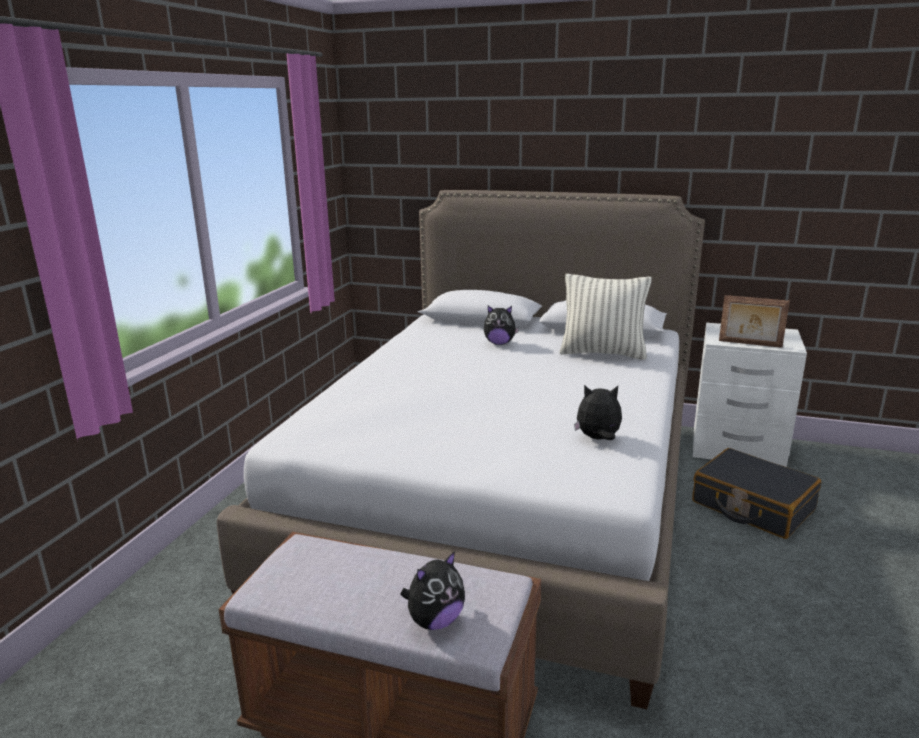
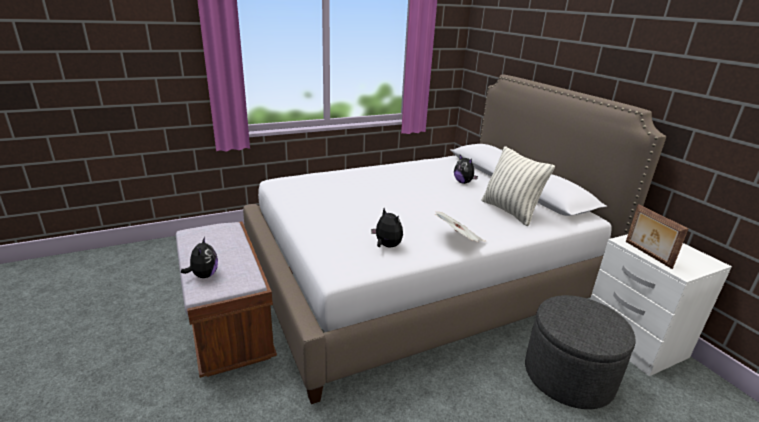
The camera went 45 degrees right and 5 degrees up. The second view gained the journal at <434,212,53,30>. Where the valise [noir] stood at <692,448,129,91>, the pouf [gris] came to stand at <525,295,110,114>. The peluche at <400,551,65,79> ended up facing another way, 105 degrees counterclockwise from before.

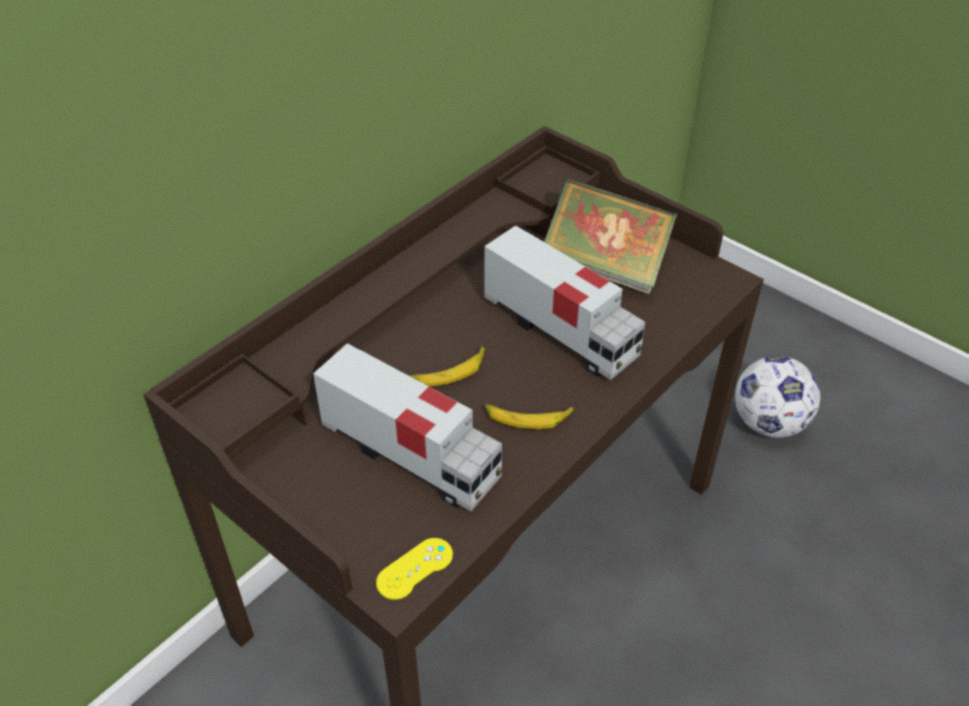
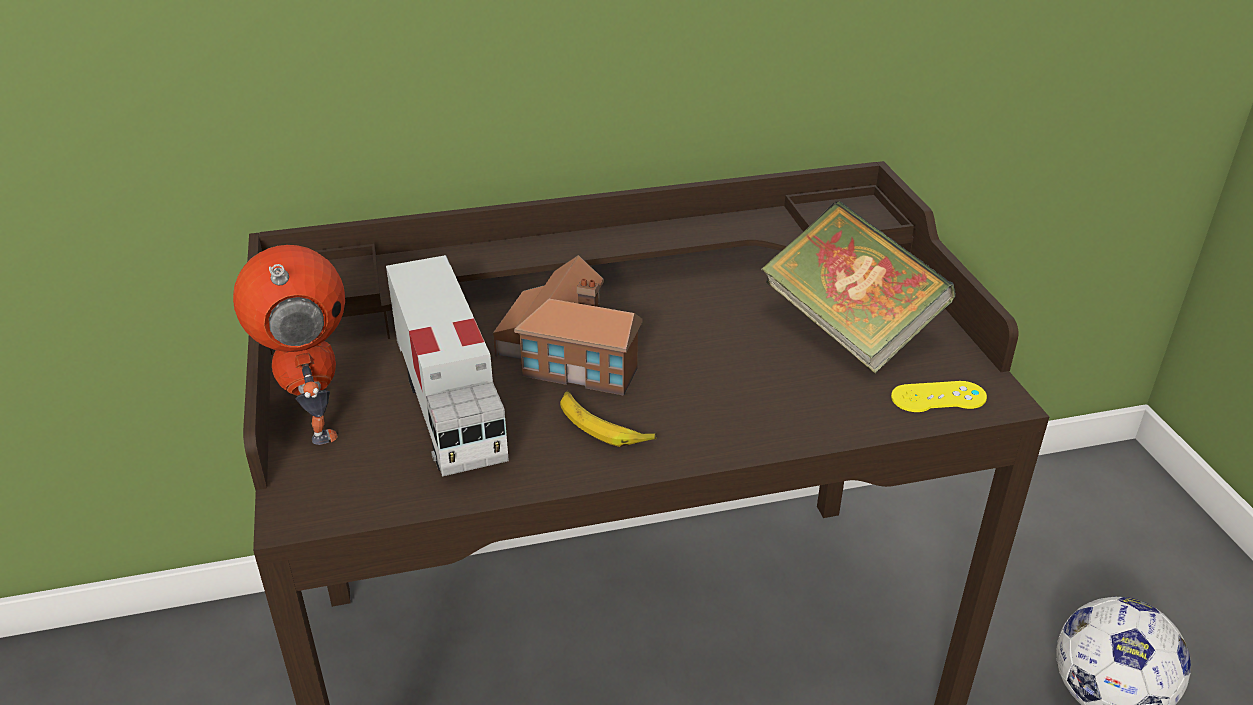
The camera went 35 degrees right and 10 degrees down. The second view lost the camion jouet at <484,226,161,154>. The second view gained the robot jouet at <233,245,112,200>. The manette [jaune] ended up elsewhere, having gone from <376,538,77,62> to <891,381,96,31>. Where the banane stood at <410,346,75,40>, the maison miniature came to stand at <493,255,149,141>.

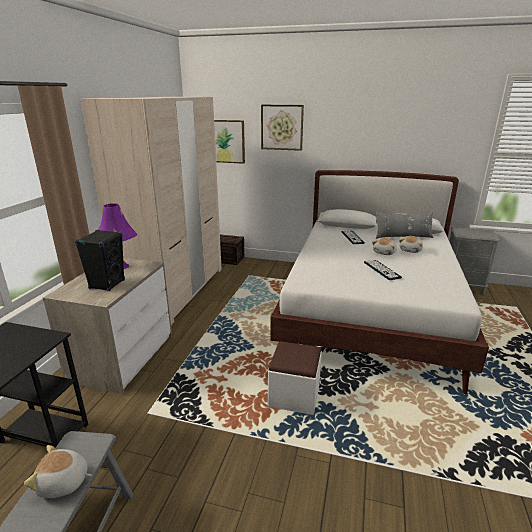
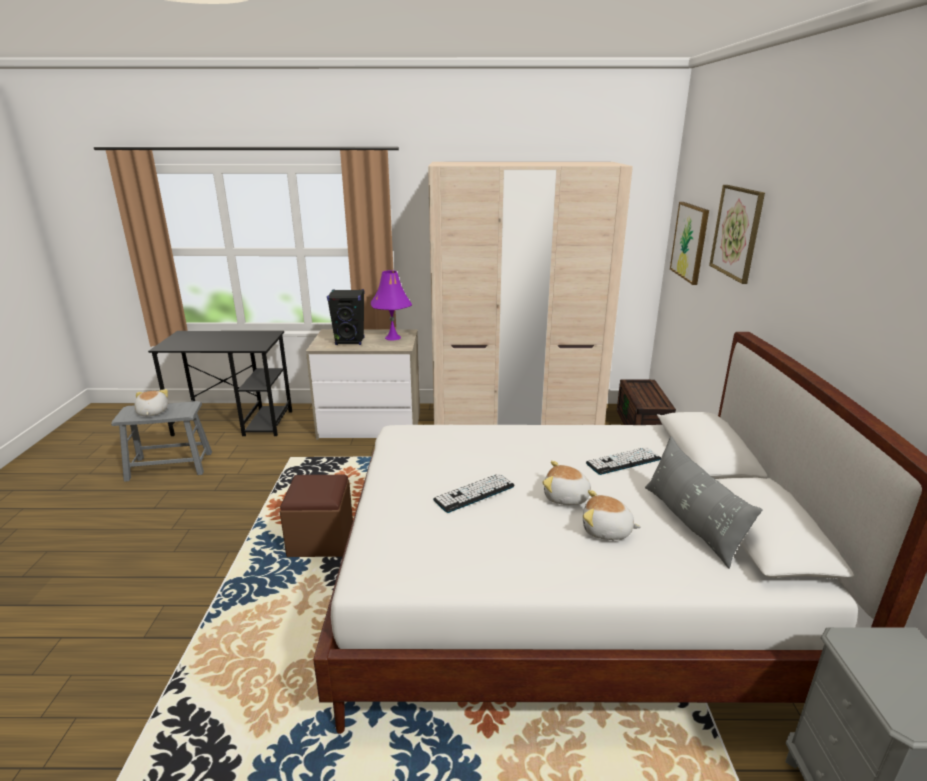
The camera went 75 degrees right and 0 degrees up. What was the pouf [blanc] at <268,341,54,74> turned into the pouf [marron] at <280,475,73,82>.

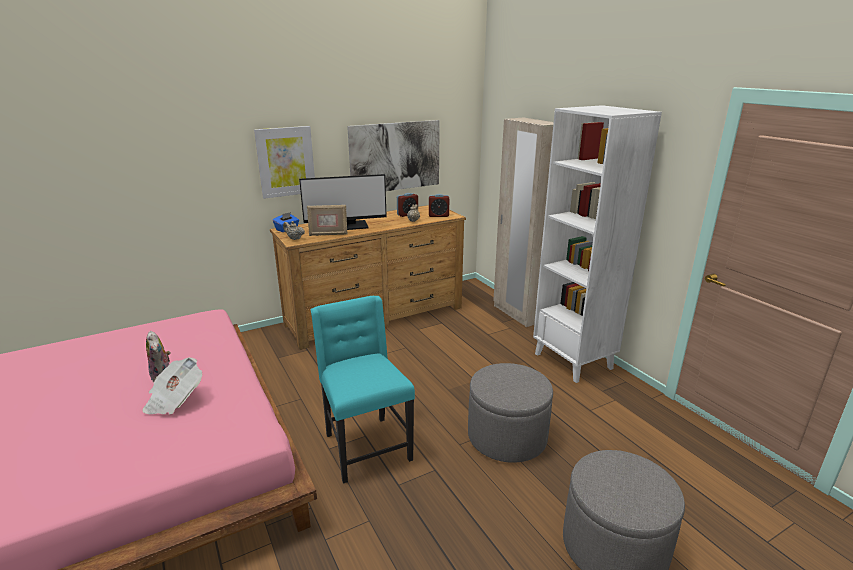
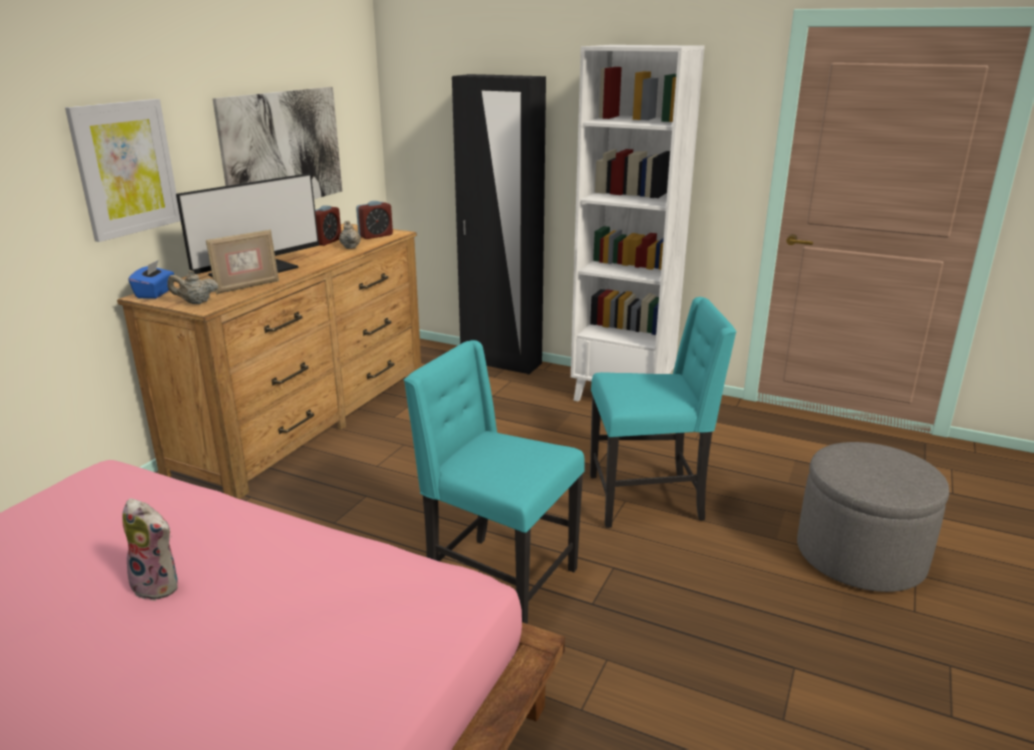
The camera went 35 degrees left and 0 degrees up. The second view lost the journal at <142,357,60,57>. Where the pouf [gris] stood at <468,363,85,100>, the chaise [turquoise] came to stand at <590,297,147,231>. What was the armoire [beige] at <493,118,61,209> turned into the armoire [noir] at <452,74,94,300>.

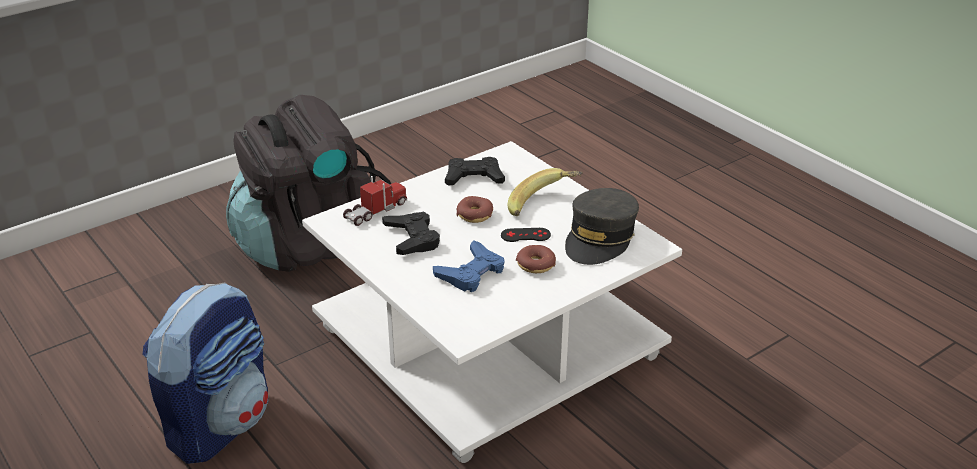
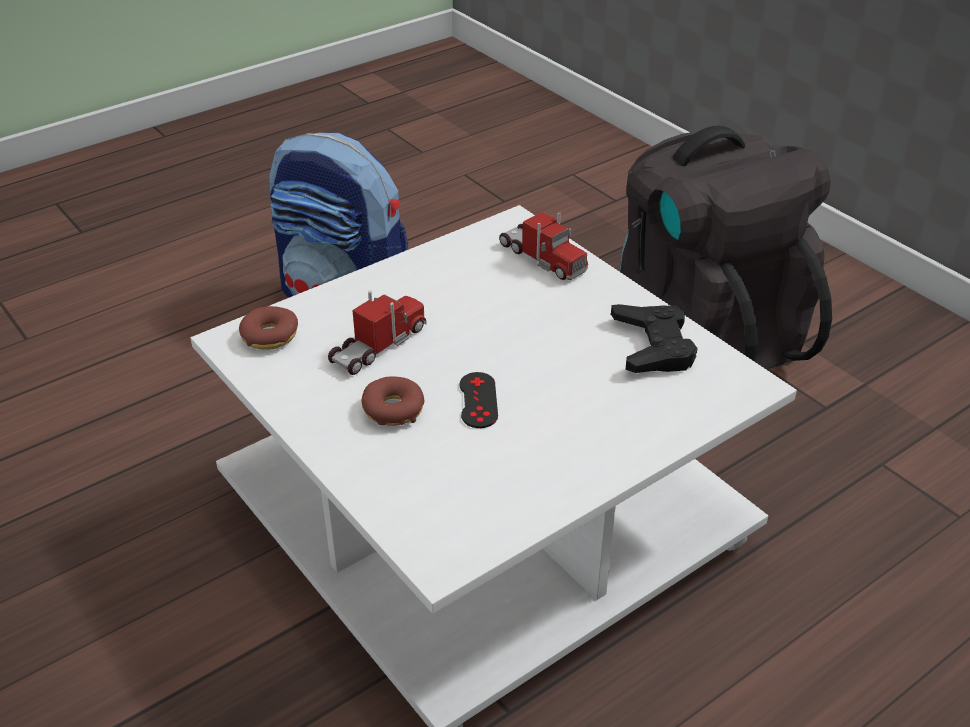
The camera went 90 degrees right and 5 degrees up. The second view lost the manette [noir] at <382,212,58,43>. The second view lost the banane at <508,168,75,48>. The second view lost the casquette [gris] at <565,188,74,77>. The beignet ended up elsewhere, having gone from <456,196,37,27> to <239,306,59,44>. Where the manette [bleu] stood at <433,240,72,52>, the camion jouet came to stand at <328,290,99,85>.

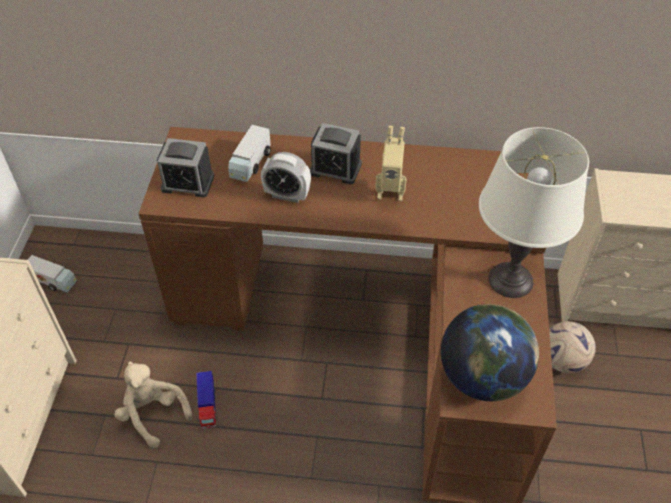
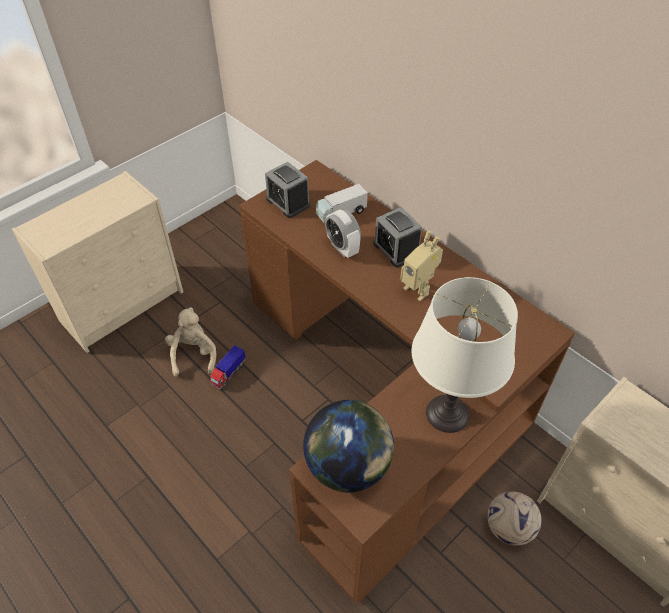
The camera went 40 degrees right and 0 degrees up. The second view lost the camion jouet at <28,255,49,38>.

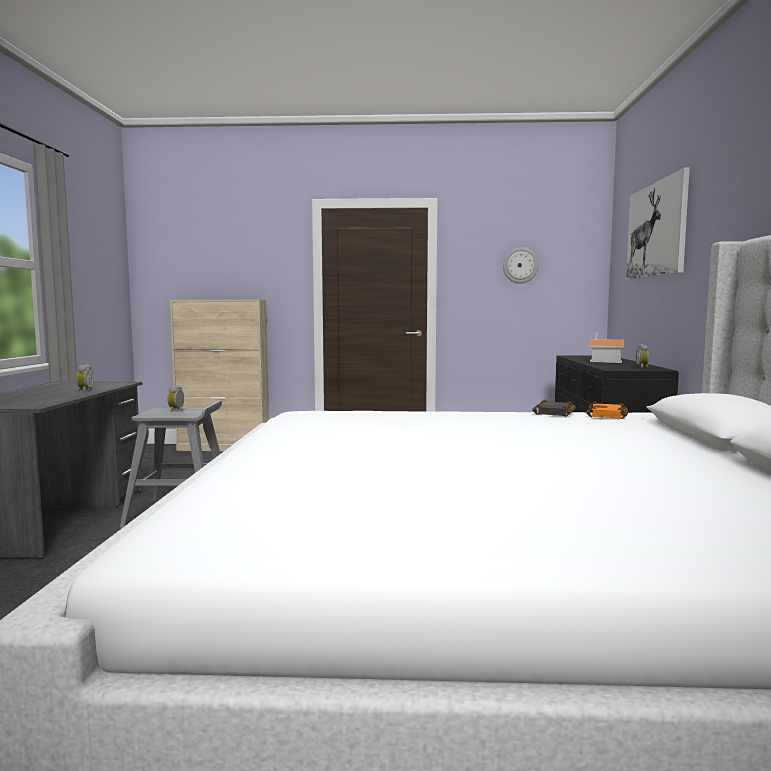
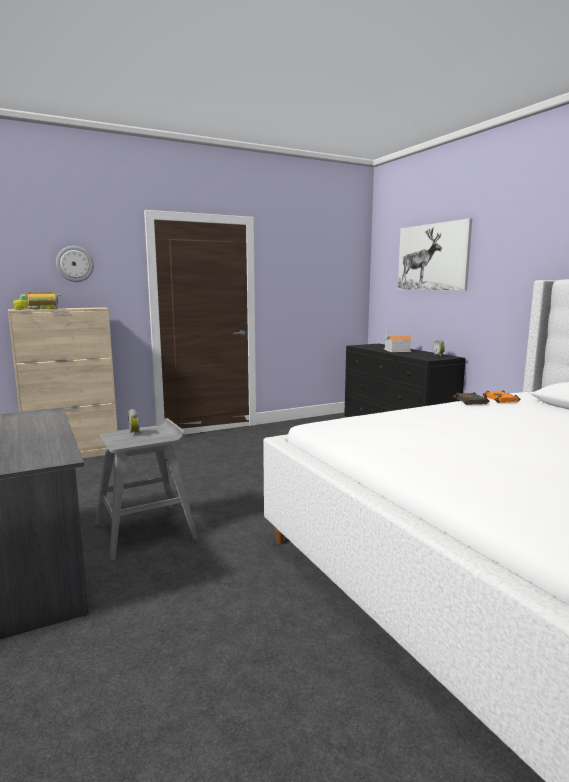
The camera went 30 degrees left and 5 degrees up. The second view lost the réveil at <76,364,18,28>. The second view gained the camion jouet at <13,292,48,18>. The horloge murale ended up elsewhere, having gone from <503,247,36,37> to <56,246,38,36>.

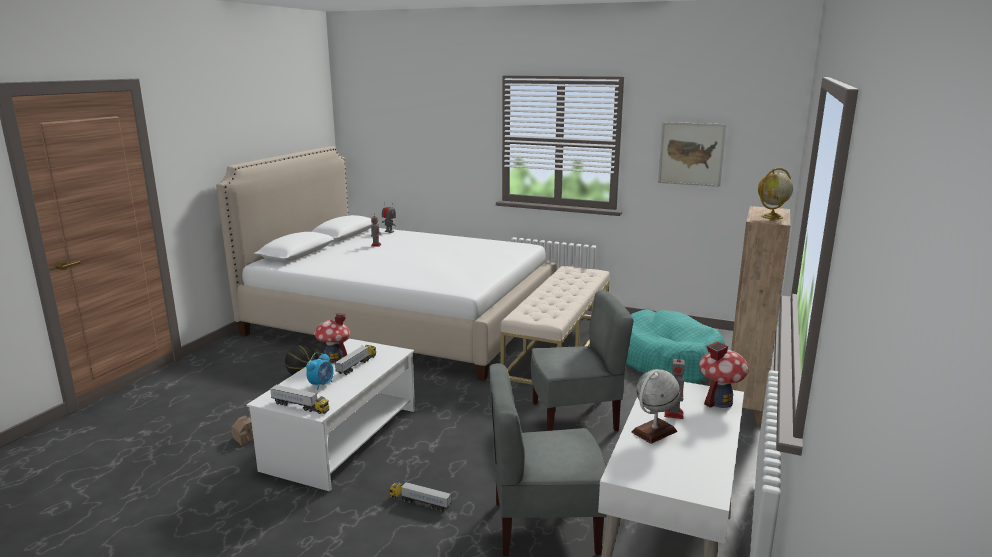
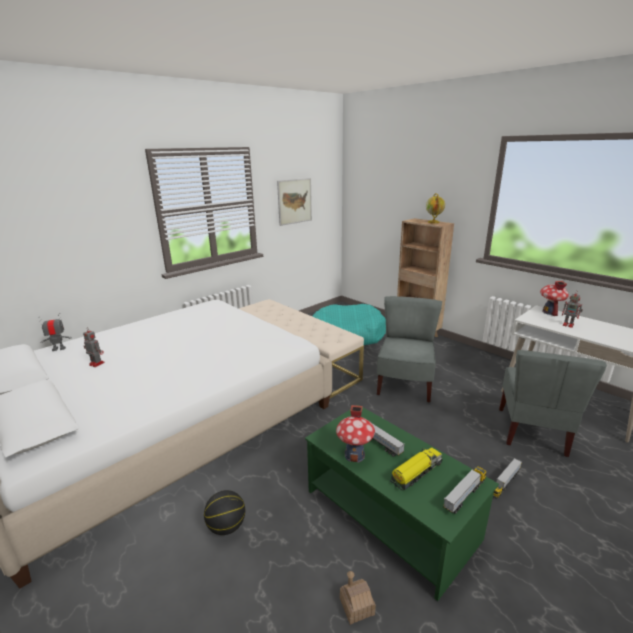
The camera went 65 degrees left and 5 degrees up. The second view lost the globe at <631,369,49,75>. Where the réveil stood at <306,352,28,38>, the camion jouet came to stand at <390,447,52,44>. What was the table basse [blanc] at <247,339,168,152> turned into the table basse [vert] at <305,405,194,196>.

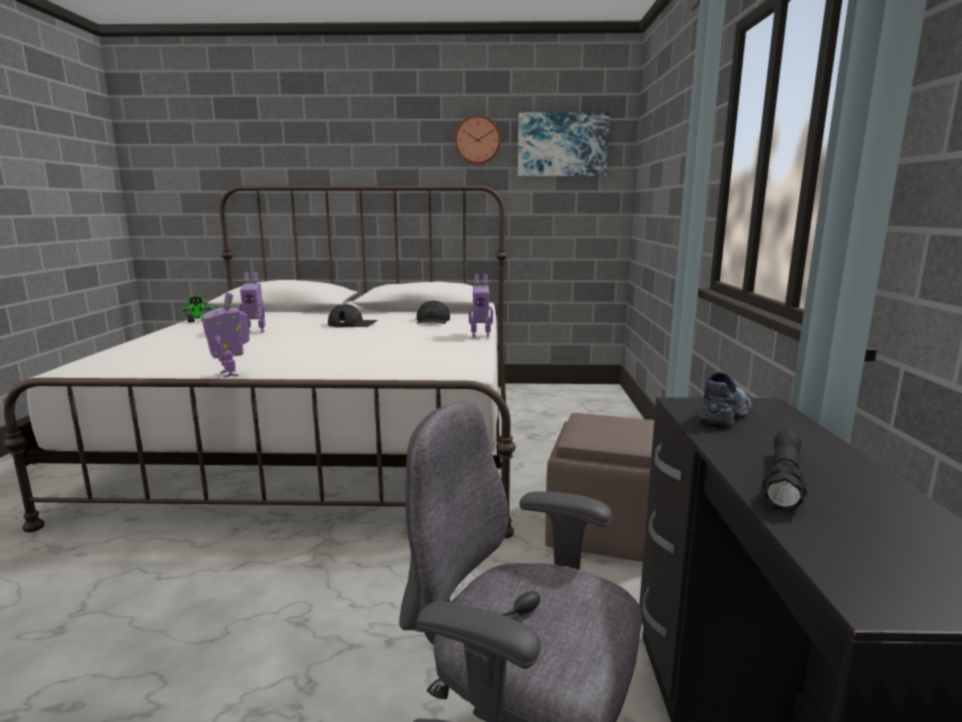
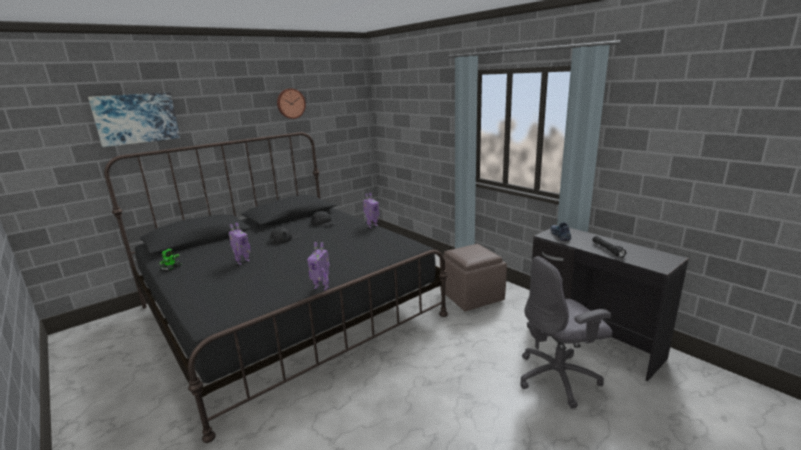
The camera went 40 degrees left and 5 degrees up. The tableau ended up elsewhere, having gone from <518,112,92,64> to <88,92,92,55>. What was the lit [blanc] at <3,186,513,352> turned into the lit [noir] at <104,132,344,311>.

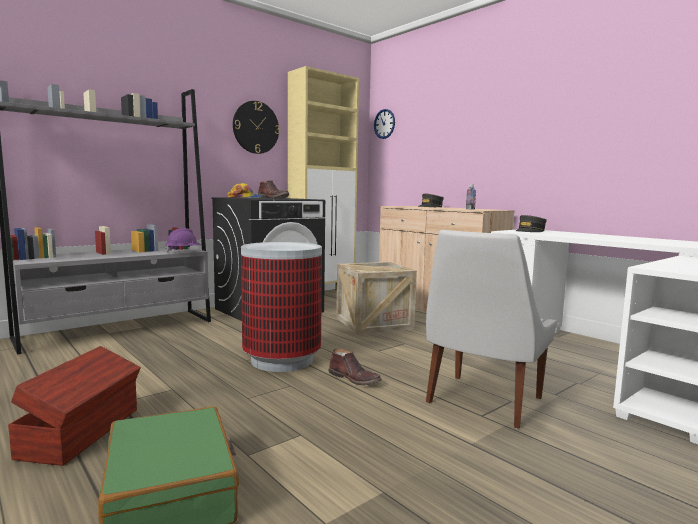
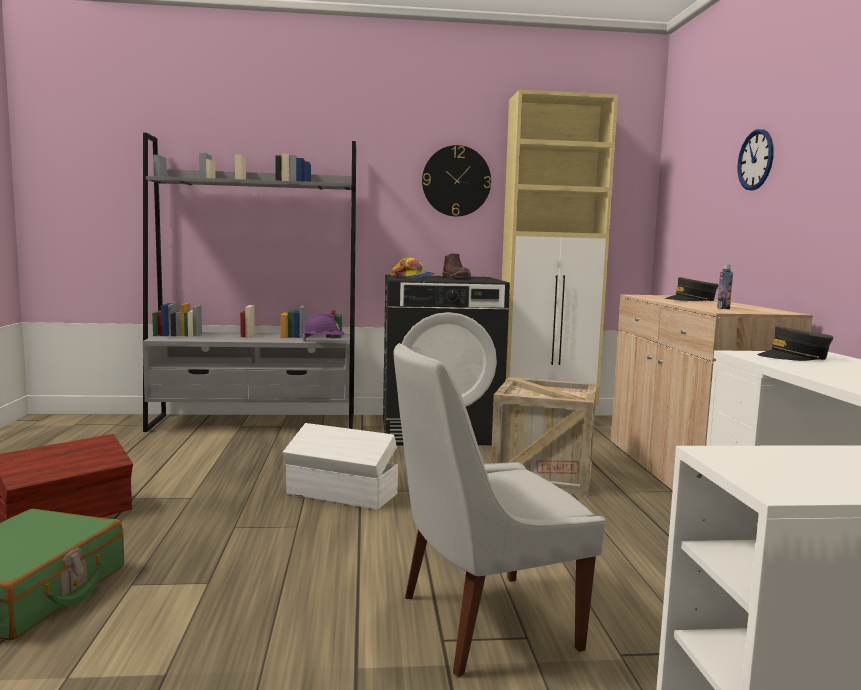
The camera went 35 degrees right and 0 degrees up. The second view lost the botte [marron] at <328,349,54,36>. The horloge murale ended up elsewhere, having gone from <374,109,21,30> to <738,129,36,62>. Where the poubelle stood at <241,242,81,130>, the boîte de rangement [blanc] came to stand at <283,423,115,87>.

